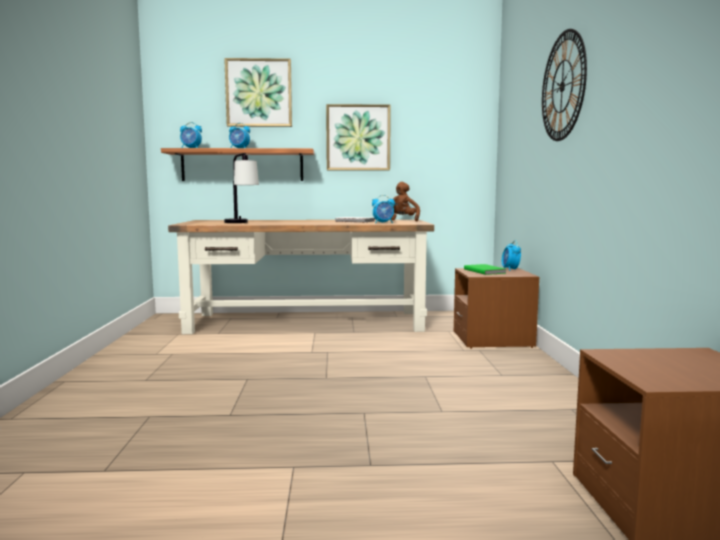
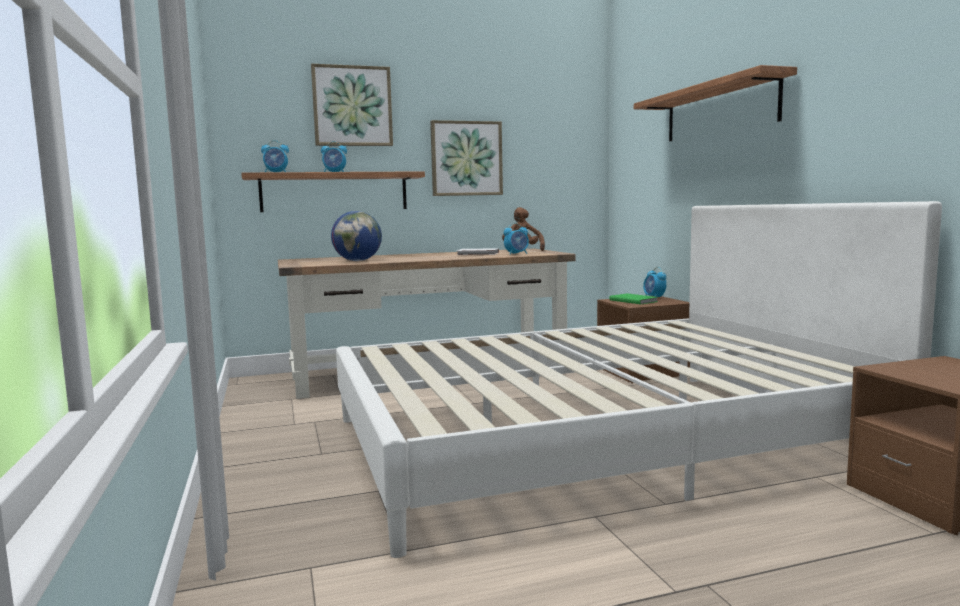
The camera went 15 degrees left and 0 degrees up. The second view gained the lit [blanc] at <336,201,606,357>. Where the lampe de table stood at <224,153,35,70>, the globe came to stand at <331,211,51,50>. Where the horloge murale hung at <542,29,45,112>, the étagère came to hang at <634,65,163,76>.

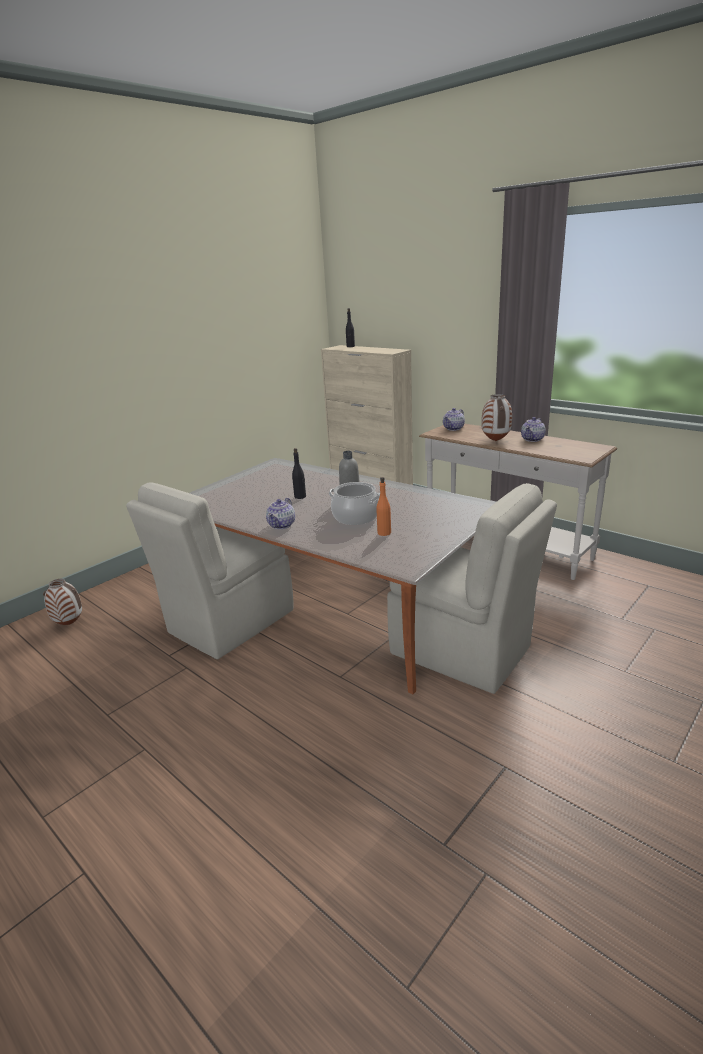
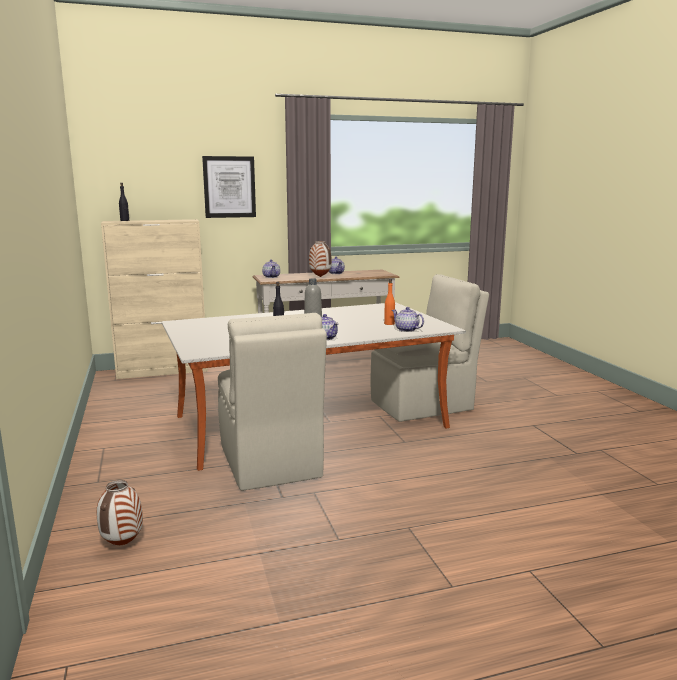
The camera went 60 degrees left and 10 degrees down. The second view lost the marmite at <329,482,51,43>. The second view gained the tableau at <202,156,54,62>. The second view gained the théière at <392,307,32,25>.

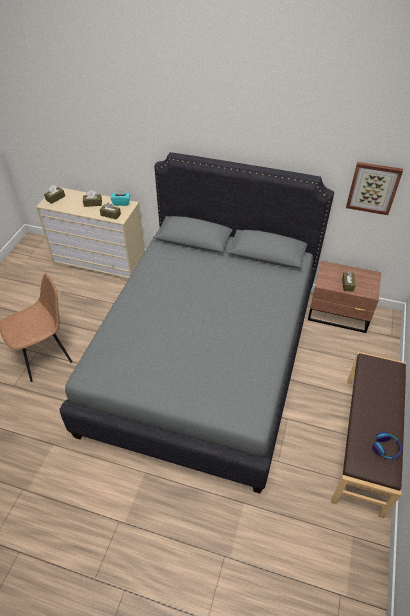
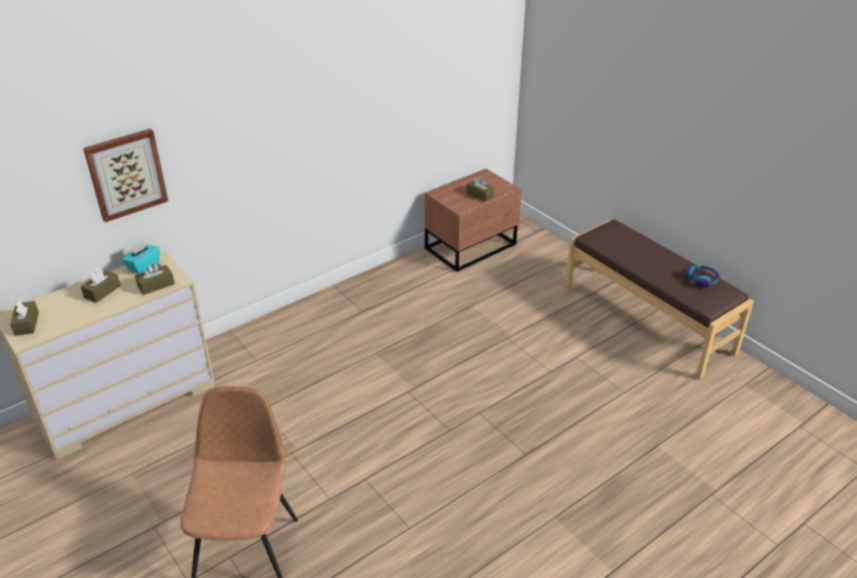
The camera went 55 degrees left and 10 degrees down. The second view lost the lit [gris] at <60,152,274,342>. The tableau ended up elsewhere, having gone from <346,162,57,53> to <83,128,85,94>.

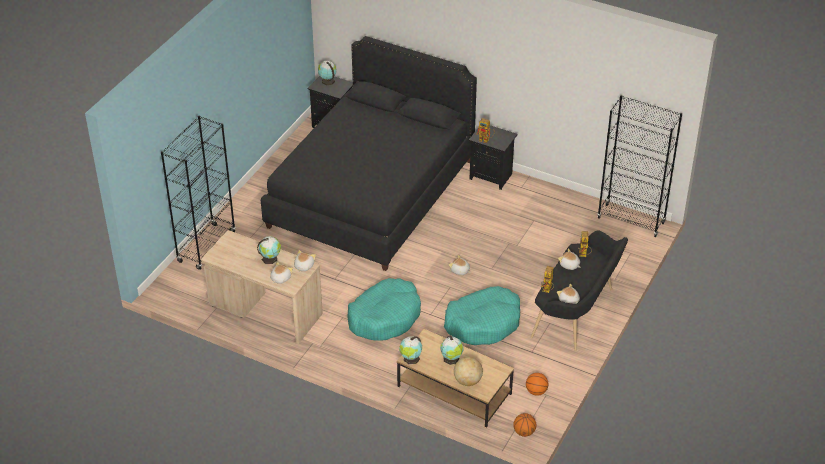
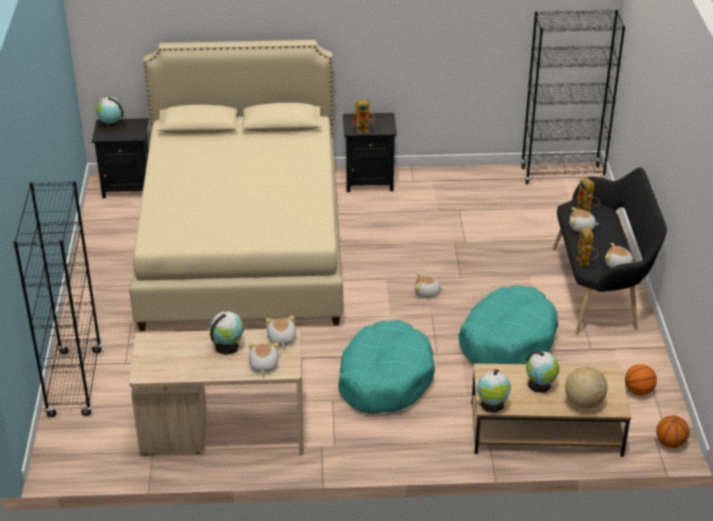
The camera went 30 degrees left and 5 degrees down. What was the lit [noir] at <261,36,216,235> turned into the lit [beige] at <129,40,214,291>.

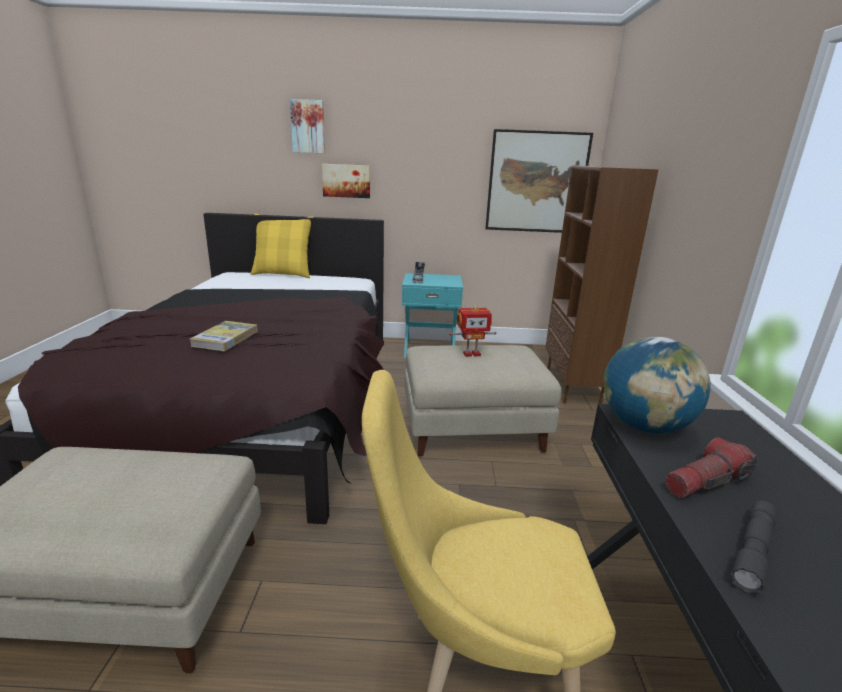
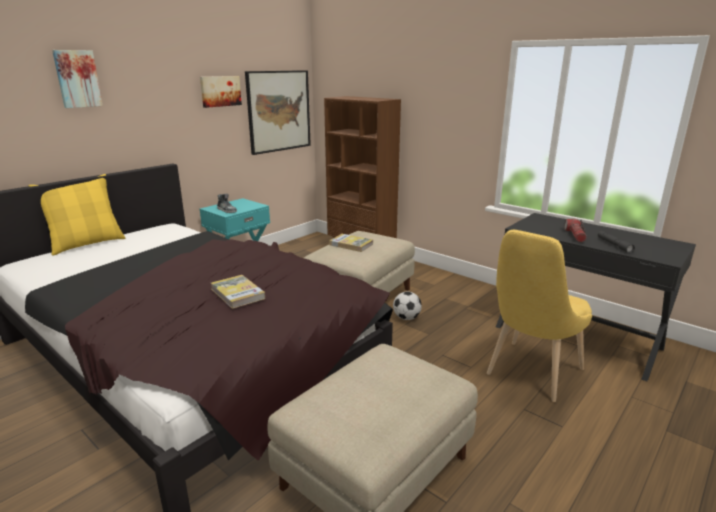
The camera went 50 degrees left and 0 degrees up. The second view lost the globe at <603,336,108,97>. The second view gained the ballon de foot at <393,291,29,29>. The tableau ended up elsewhere, having gone from <322,164,48,34> to <200,76,42,32>. Where the robot jouet stood at <449,306,48,51>, the livre came to stand at <329,234,44,18>.

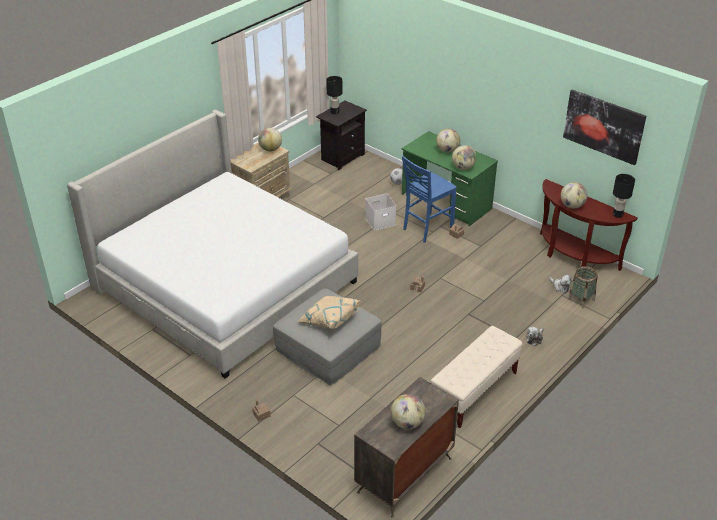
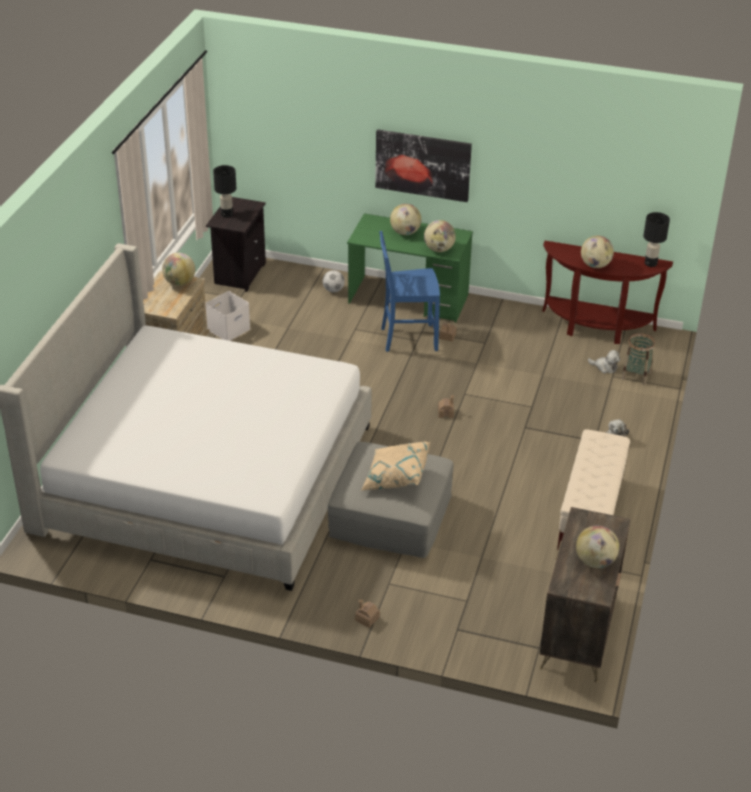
The camera went 25 degrees left and 0 degrees up. The boîte de rangement [blanc] ended up elsewhere, having gone from <365,193,31,38> to <205,291,45,50>. The tableau ended up elsewhere, having gone from <563,89,83,76> to <375,129,97,73>. The chaise [bleu] at <402,156,55,87> ended up facing another way, 60 degrees clockwise from before.

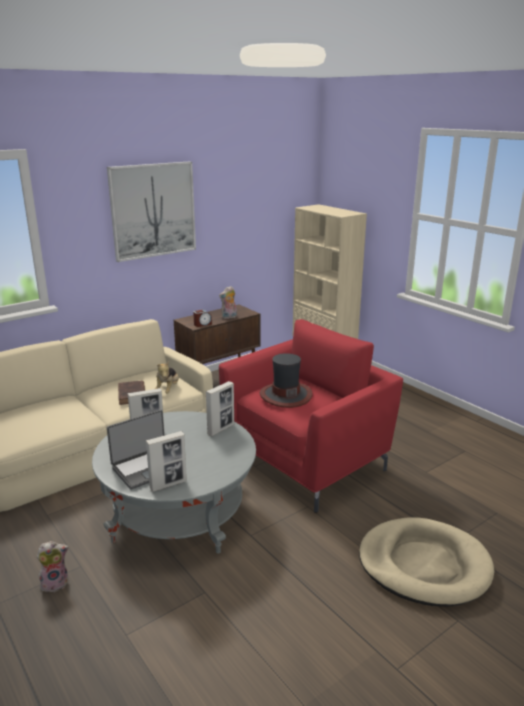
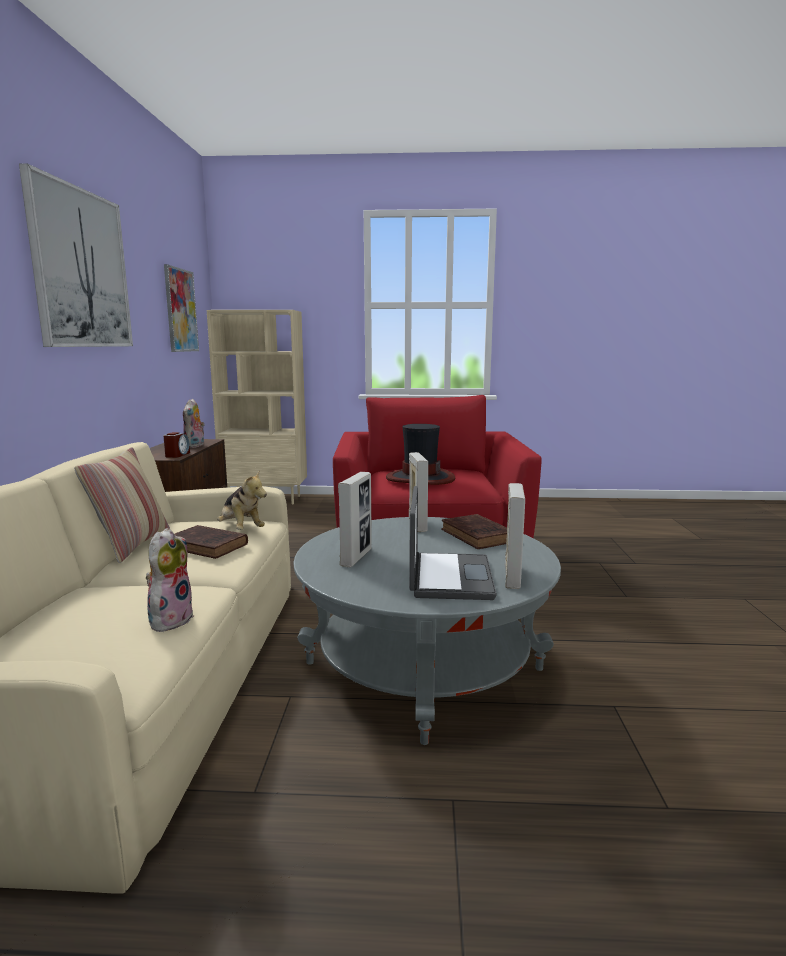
The camera went 50 degrees left and 10 degrees down. The second view lost the panier pour chien [beige] at <359,517,136,90>. The second view gained the coussin at <74,447,96,116>. The second view gained the tableau at <164,264,35,88>. The second view gained the livre [marron] at <441,514,66,35>. The peluche ended up elsewhere, having gone from <37,541,32,51> to <146,528,48,104>.

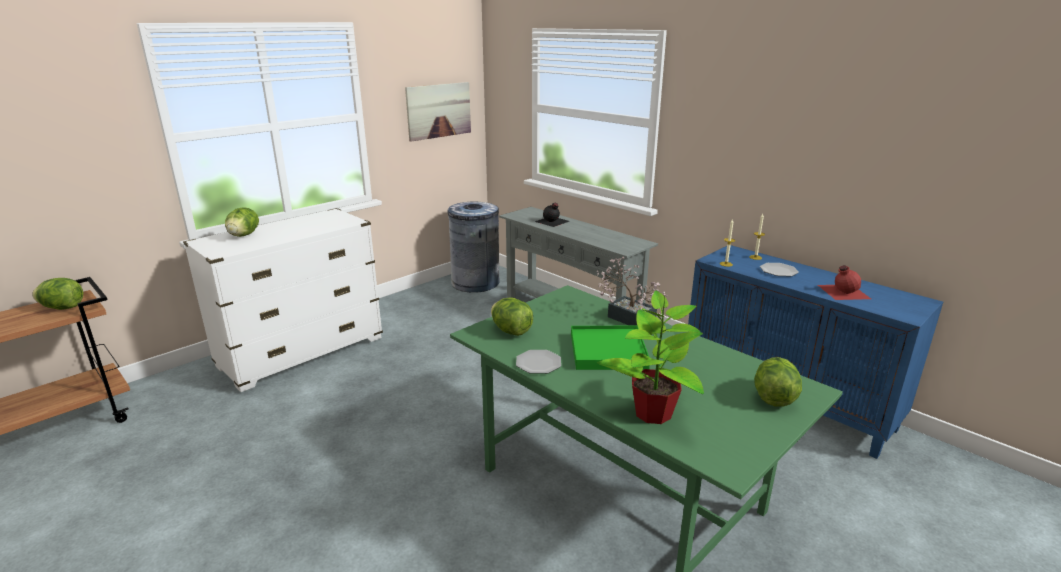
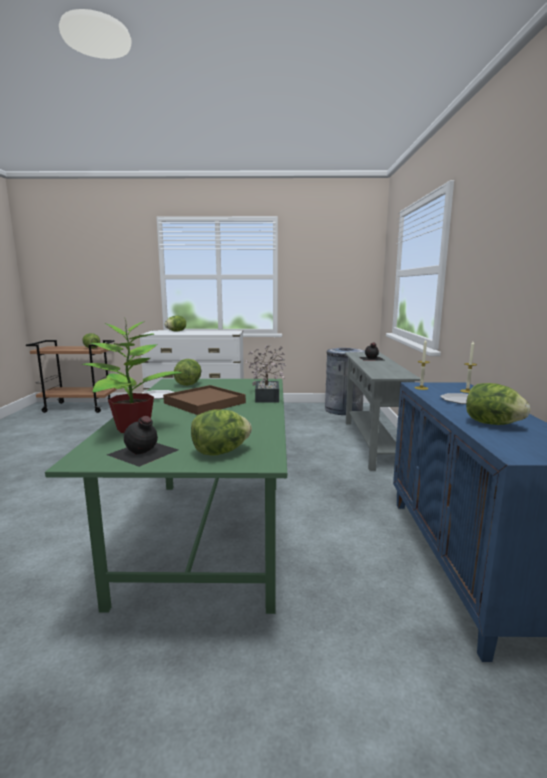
The camera went 45 degrees right and 10 degrees down. The second view lost the tableau at <405,82,66,60>. The second view gained the bouteille [noir] at <107,416,71,51>. Where the bouteille [rouge] stood at <818,265,53,35>, the laitue came to stand at <466,383,64,42>. What was the plateau [vert] at <571,326,79,44> turned into the plateau [marron] at <163,385,83,30>.

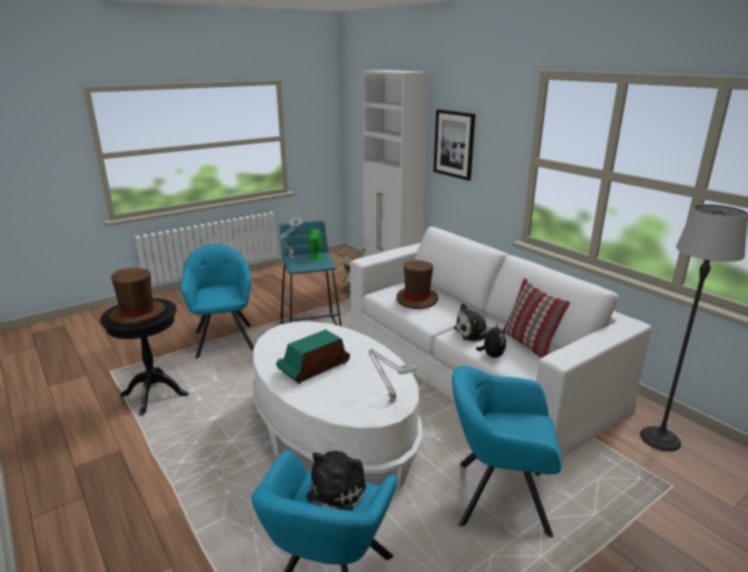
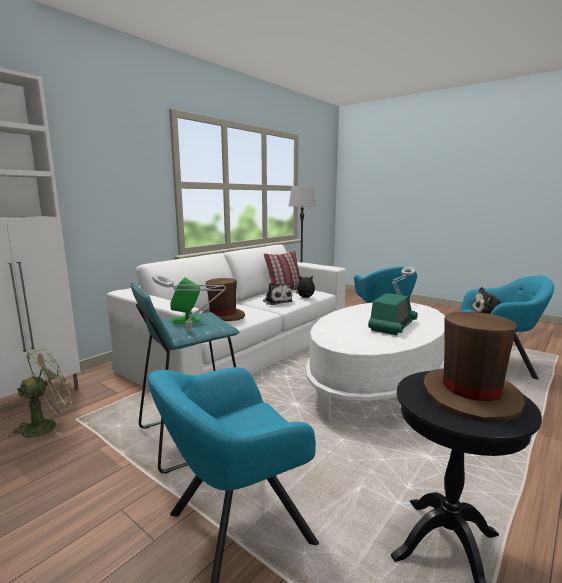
The camera went 105 degrees left and 10 degrees down. The second view lost the tableau at <434,109,41,72>. The radio at <276,329,74,55> ended up facing another way, 90 degrees counterclockwise from before.

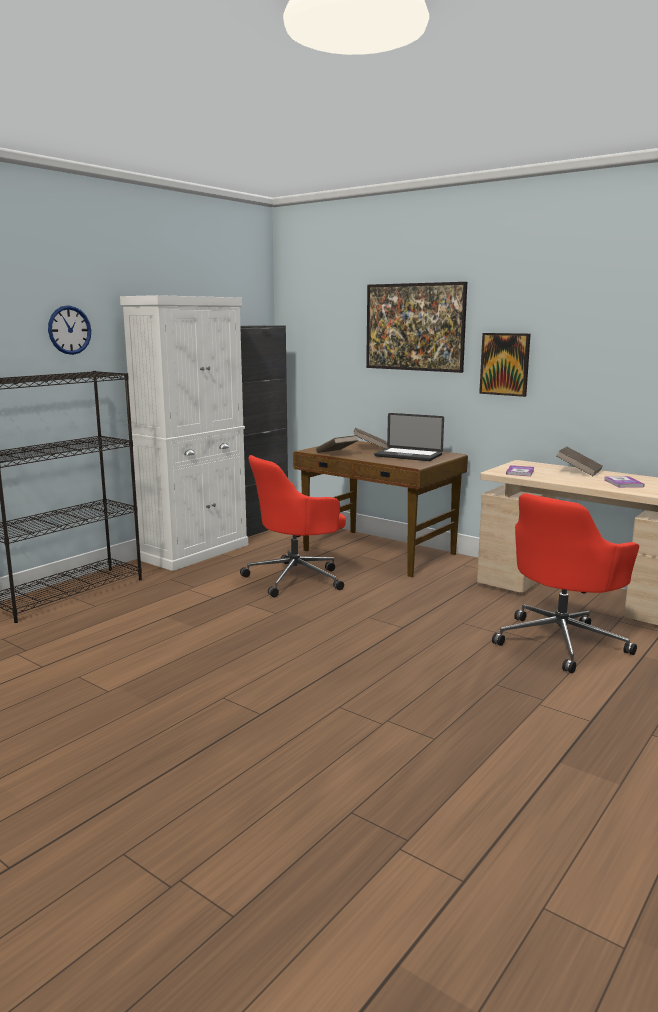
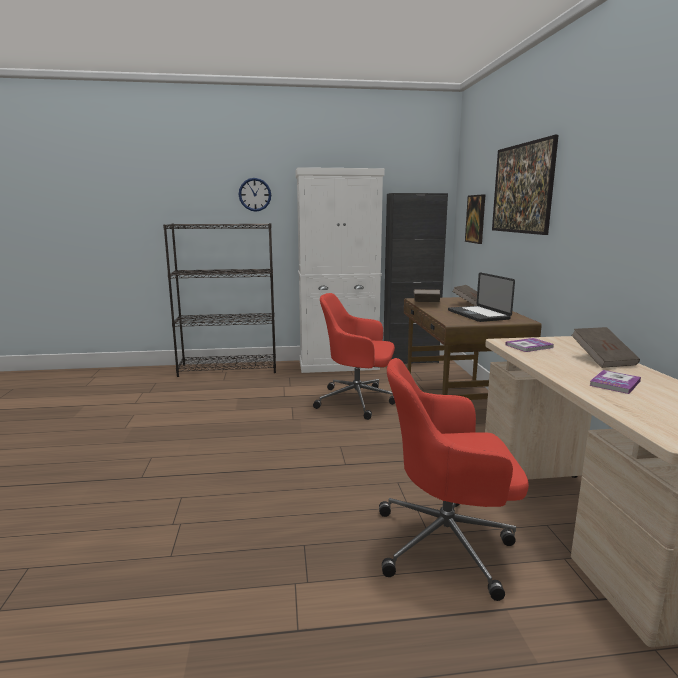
The camera went 45 degrees right and 0 degrees up. The tableau ended up elsewhere, having gone from <479,333,52,64> to <465,194,21,50>.

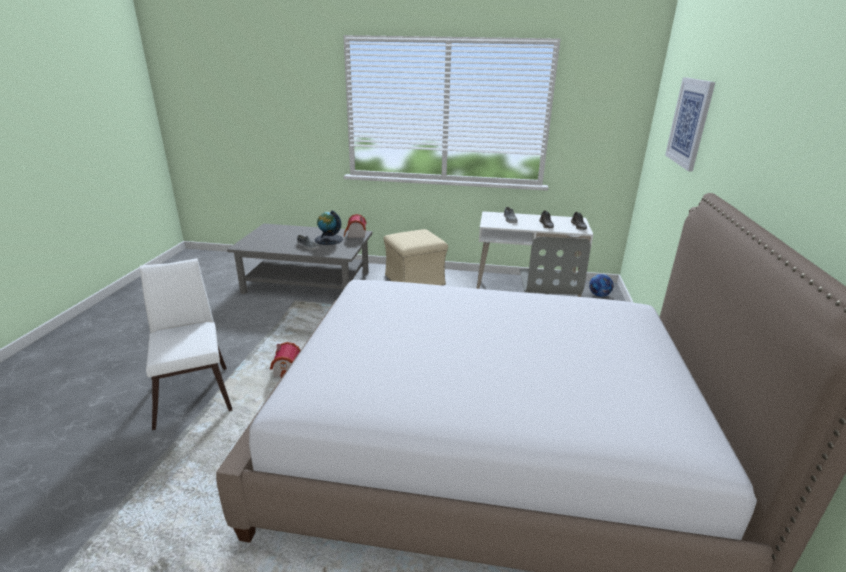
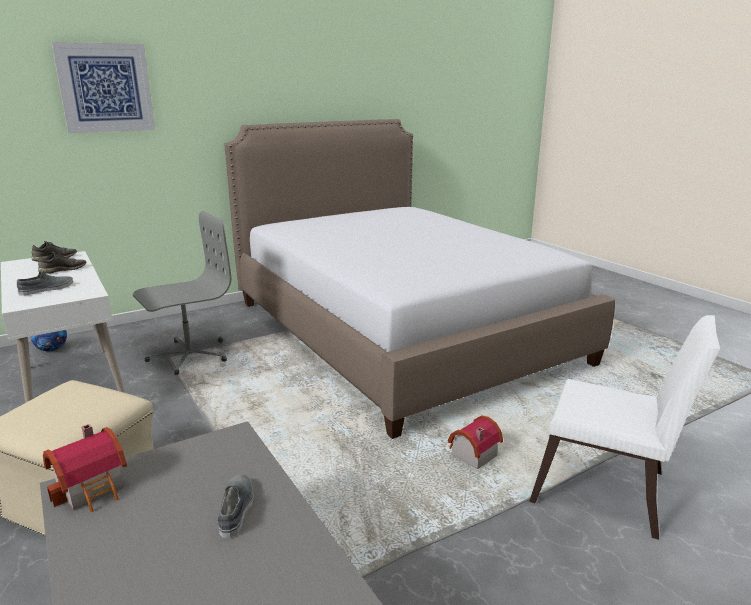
The camera went 130 degrees left and 5 degrees down. The second view lost the globe at <315,210,28,35>. The chaise [blanc] at <140,258,92,172> ended up facing another way, 90 degrees counterclockwise from before.

